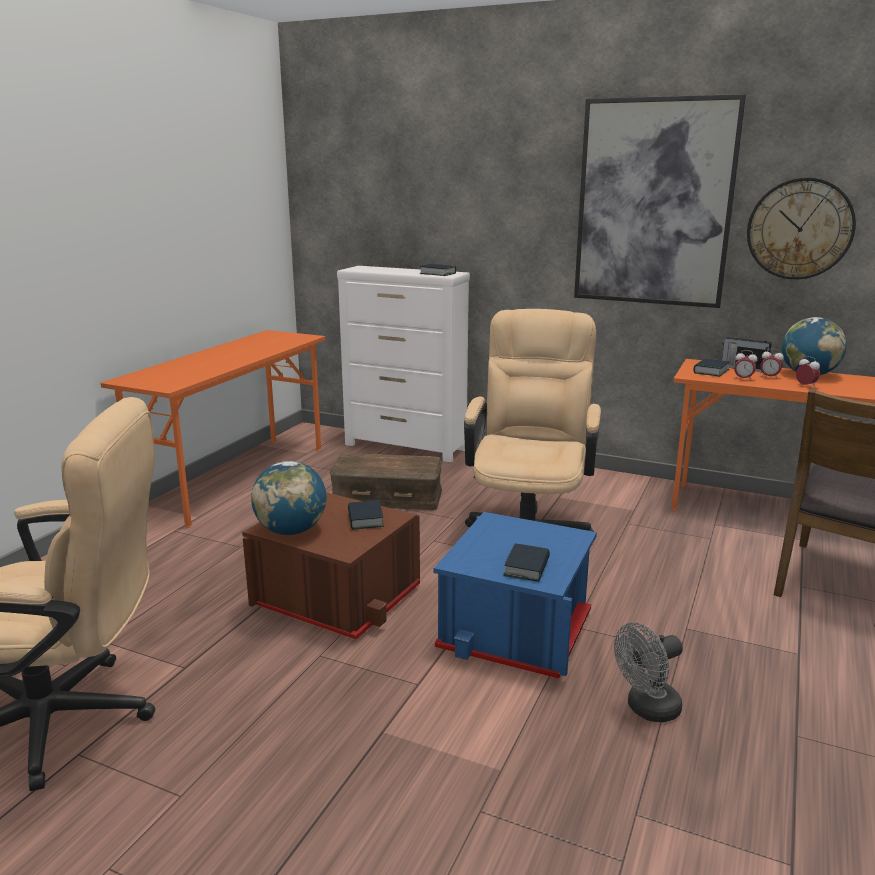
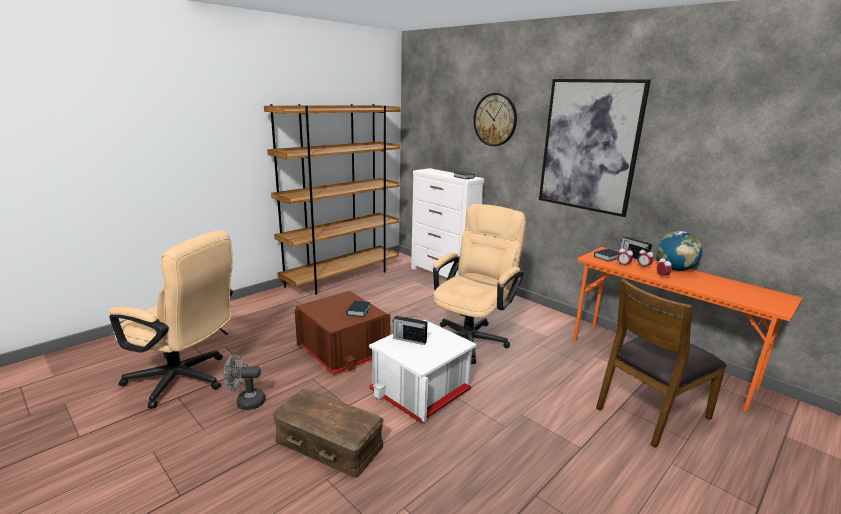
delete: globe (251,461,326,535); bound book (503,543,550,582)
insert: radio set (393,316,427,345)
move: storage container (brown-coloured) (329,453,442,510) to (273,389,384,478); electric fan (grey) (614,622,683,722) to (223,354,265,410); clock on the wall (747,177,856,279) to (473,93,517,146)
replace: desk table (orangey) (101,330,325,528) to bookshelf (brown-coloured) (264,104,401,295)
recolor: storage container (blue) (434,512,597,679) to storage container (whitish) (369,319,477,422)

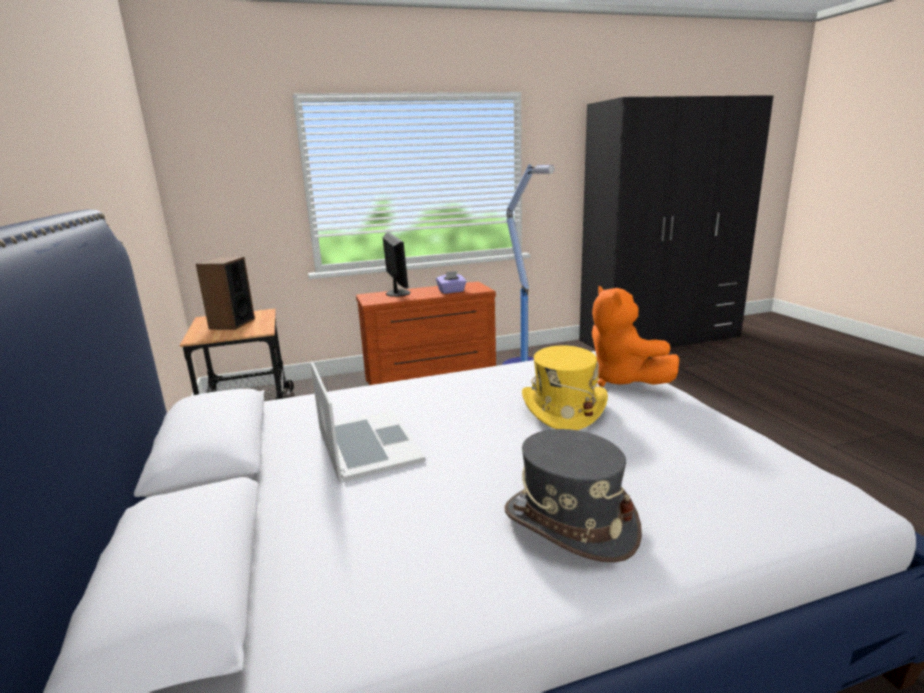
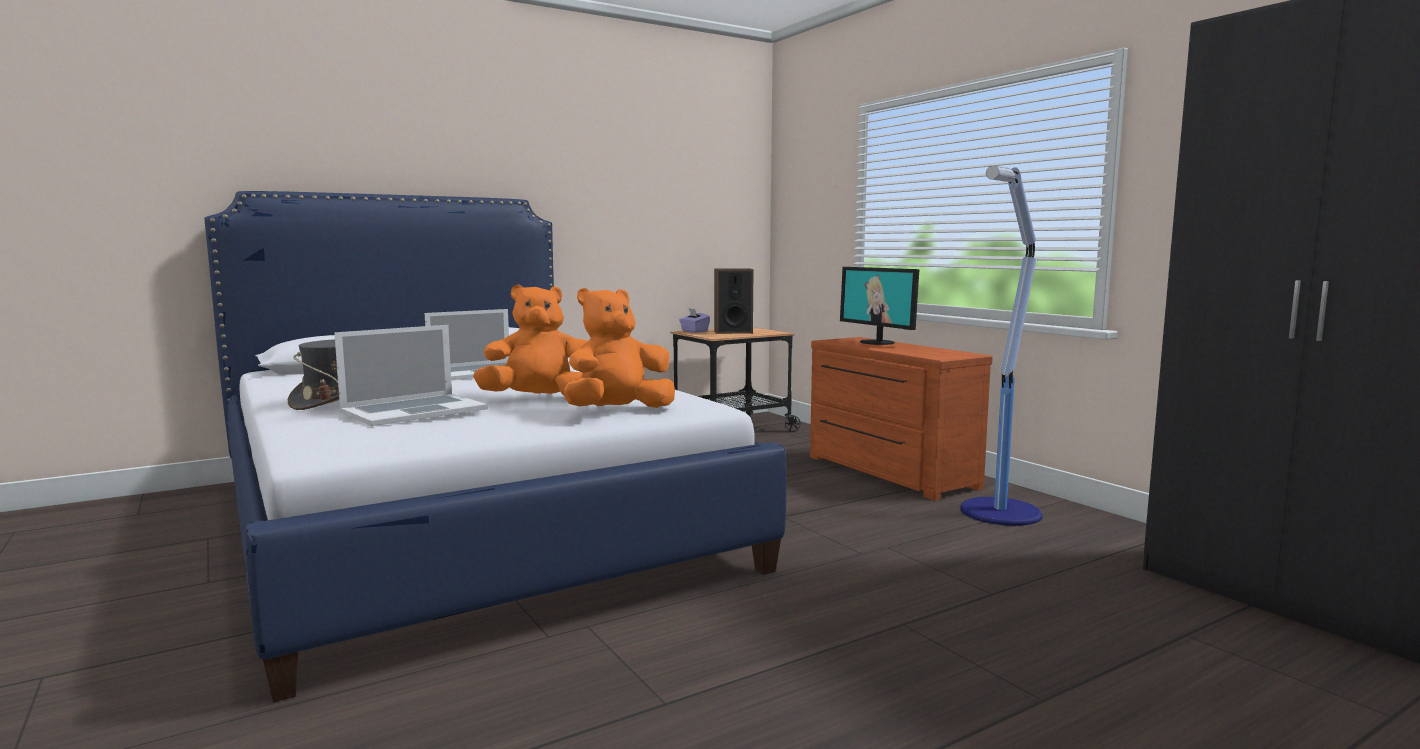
insert: laptop (334,325,488,426)
move: tissue box (purple-coloured) (436,271,466,294) to (679,308,710,333)
replace: hat (yellowish) (522,345,608,430) to cuddly toy (orangey) (473,284,587,396)
rotate: computer display (383,232,411,297) = (840,267,919,345) 90 degrees clockwise

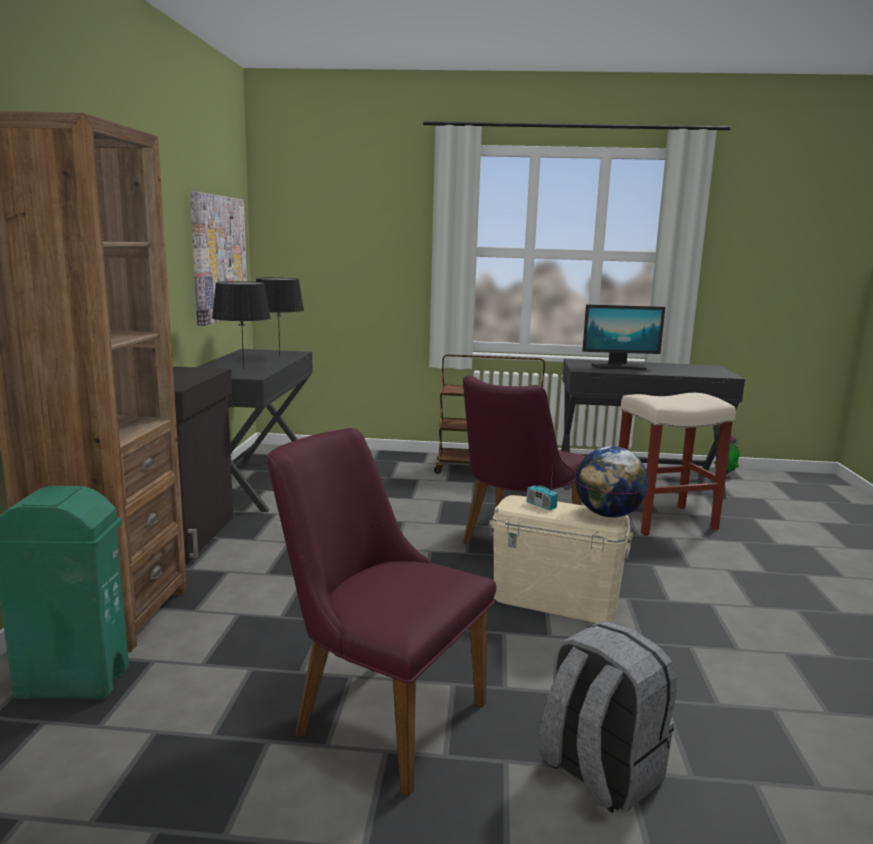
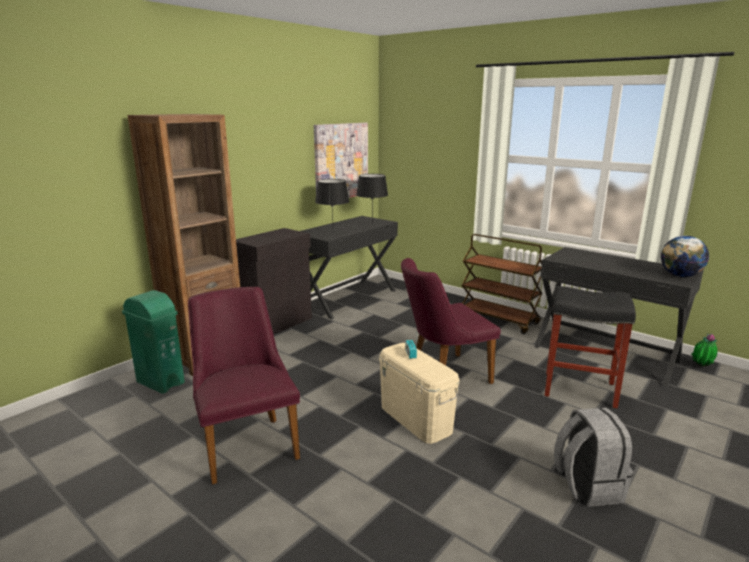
delete: computer display (582,304,665,370)
move: rucksack (grey) (539,621,677,813) to (554,408,633,507); globe (575,446,649,518) to (661,236,709,277)
recolor: stool seat (sand-coloured) (619,393,736,536) to stool seat (black) (545,286,636,408)

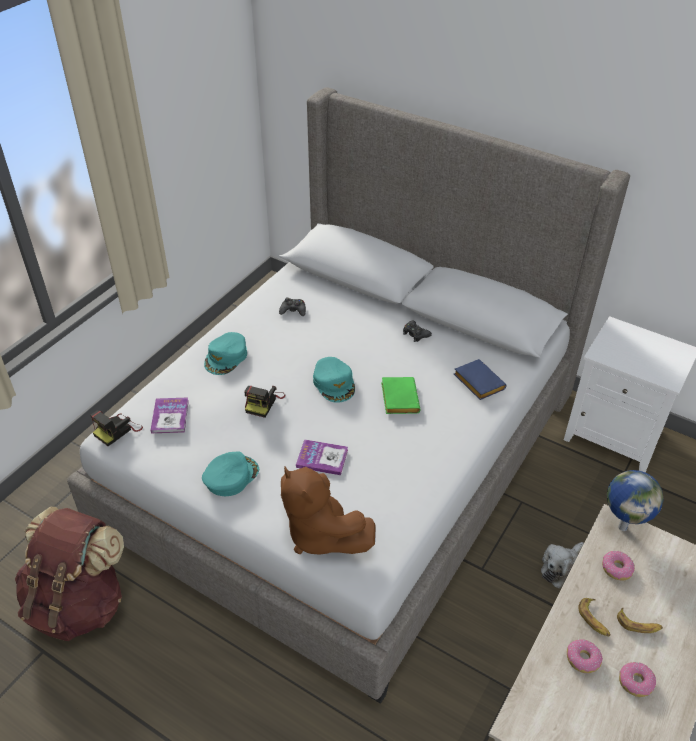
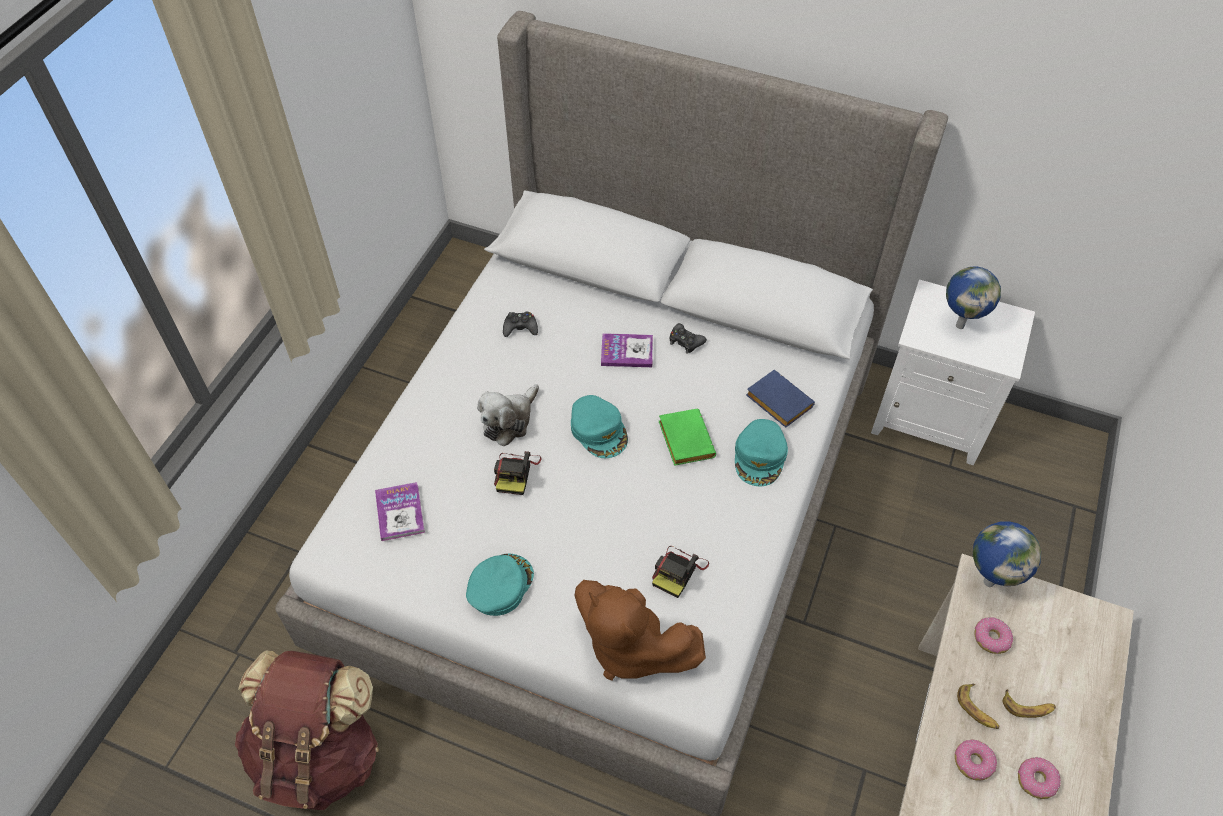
insert: globe (946,266,1001,329)
move: photo camera (90,410,143,446) to (652,546,709,598); cap (turquoise) (204,332,247,375) to (735,419,788,486); bound book (296,439,348,475) to (601,333,653,367); cuddly toy (541,542,584,588) to (477,384,539,446)

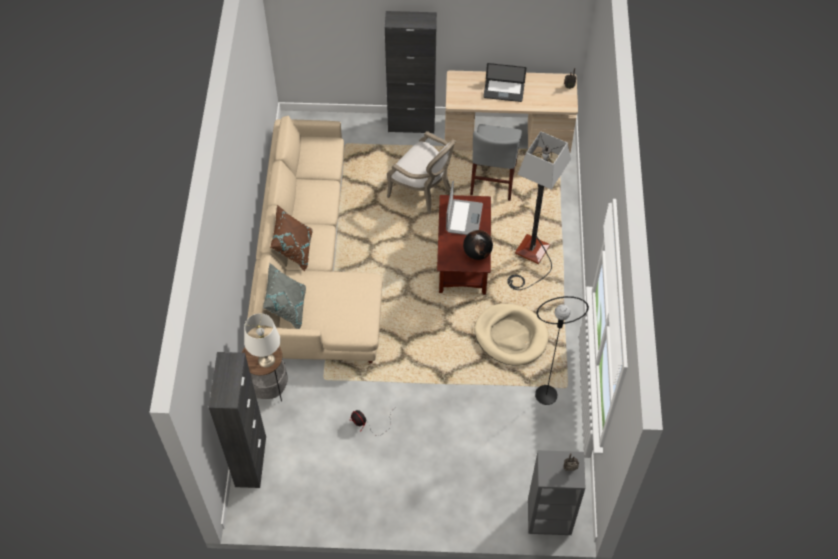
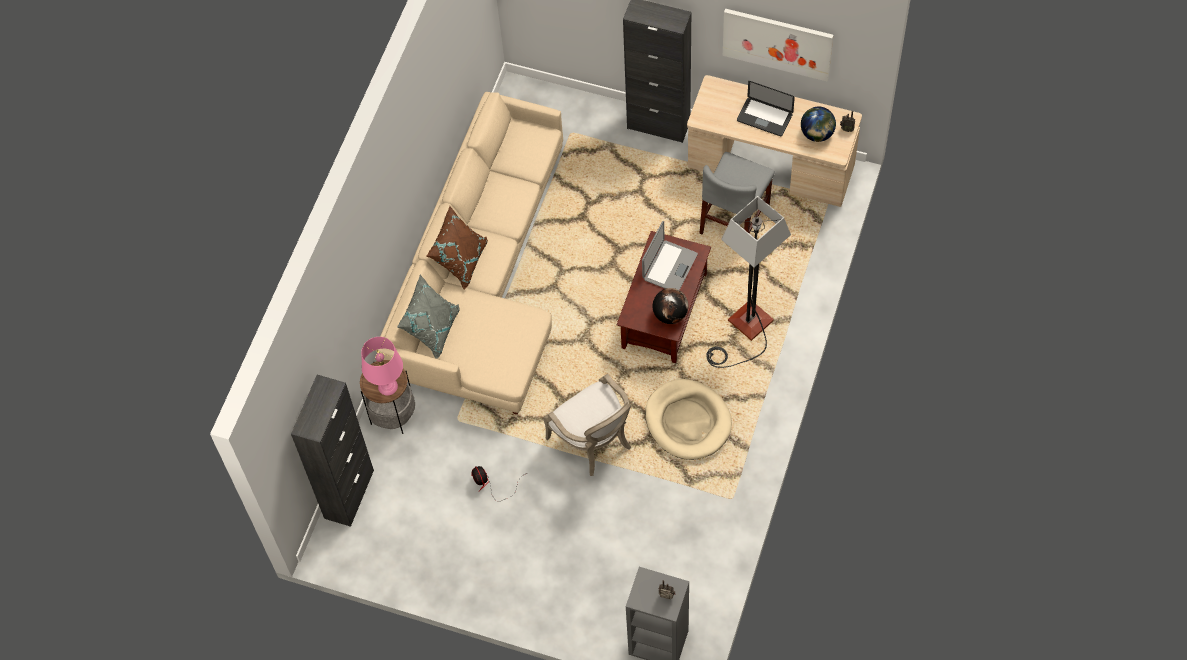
delete: floor lamp (black) (535,296,589,405)
insert: picture (723,9,833,81); globe (801,107,836,142)
move: lounge chair (387,131,456,214) to (543,374,631,476)
recolor: table lamp (whitish) (244,313,281,367) to table lamp (pinkish) (361,337,403,395)

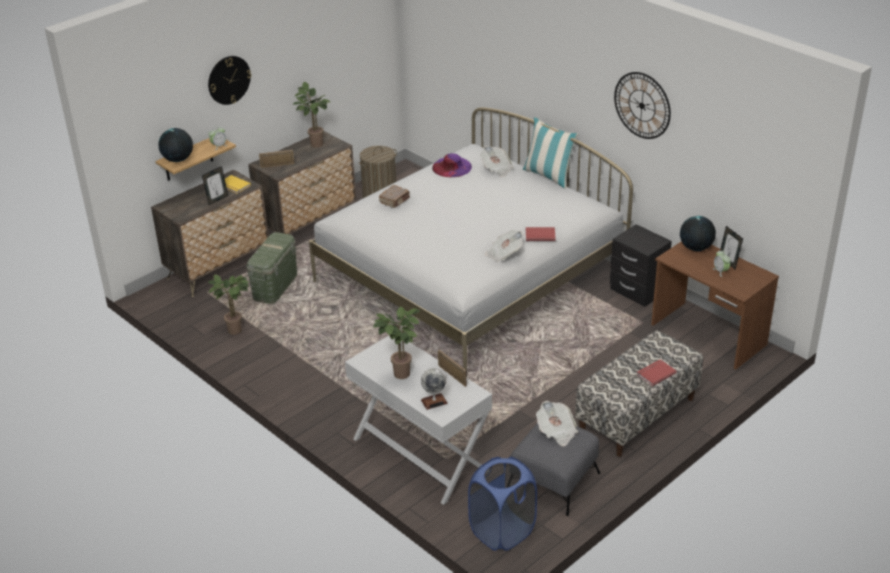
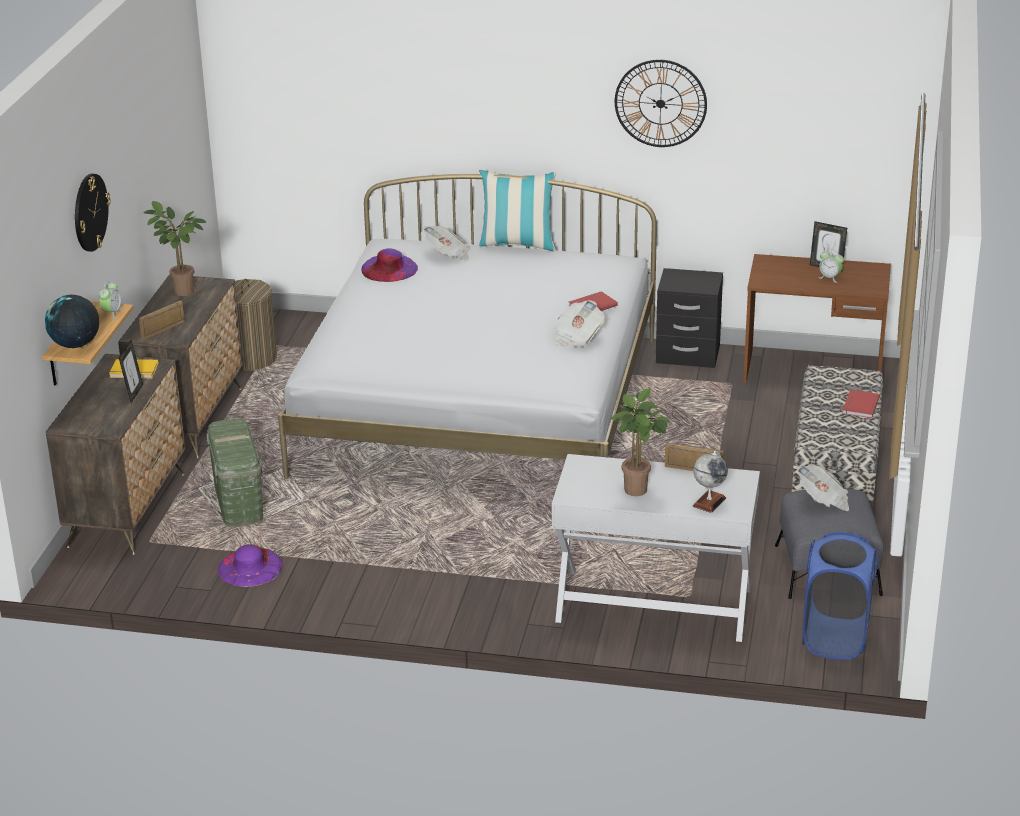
delete: bound book (brown-coloured) (379,185,410,208); globe (680,216,716,251)
replace: plant in a pot (208,275,249,335) to hat (purple-coloured) (217,544,284,587)

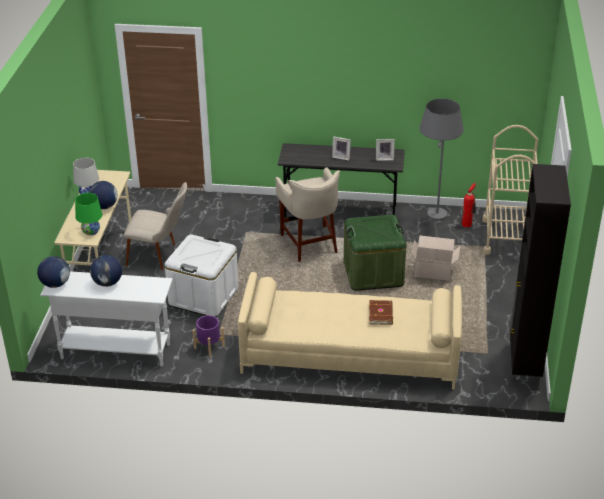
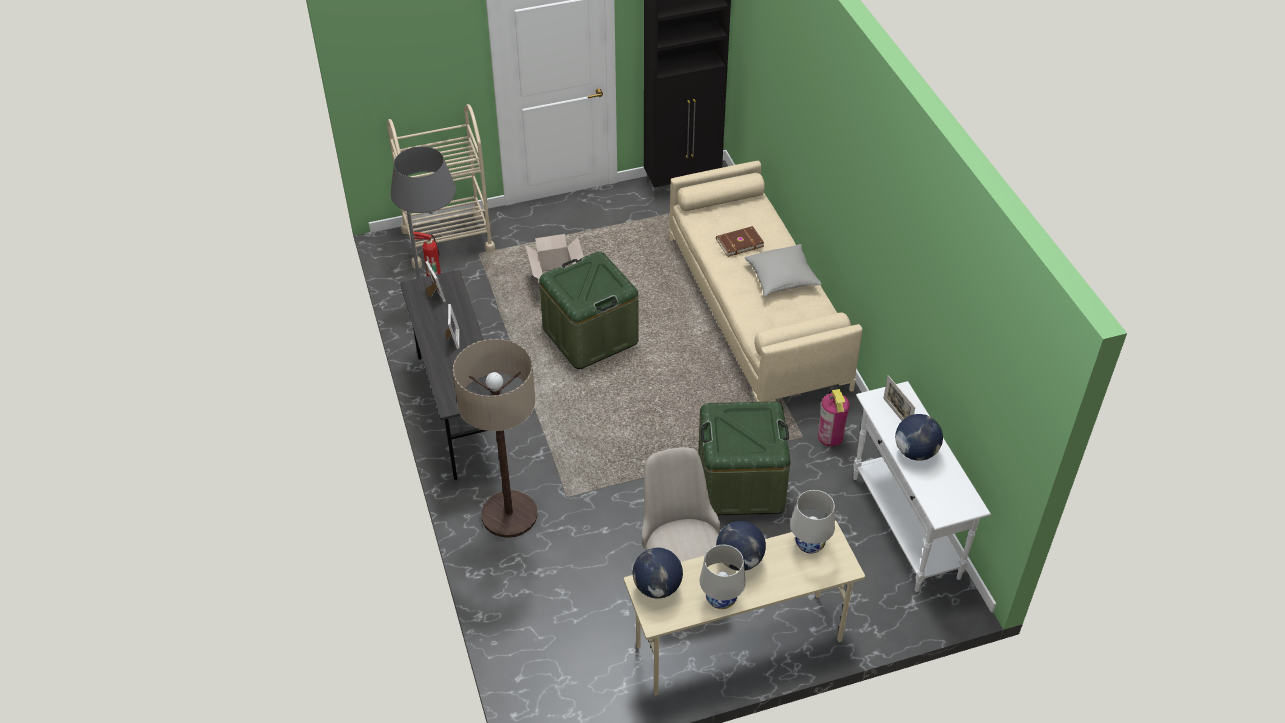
delete: stool seat (sand-coloured) (275,167,340,262)
insert: floor lamp (453,339,537,538); throw pillow (grey) (744,244,821,296); standing frame (883,375,915,421)
move: globe (37,256,70,288) to (633,548,683,599)
replace: flower pot (purple-coloured) (193,315,225,357) to fire extinguisher (818,389,850,447)
recolor: table lamp (greenish) (75,193,102,235) to table lamp (whitish) (790,490,835,554); storage container (whitish) (165,235,239,317) to storage container (greenish) (698,401,791,515)

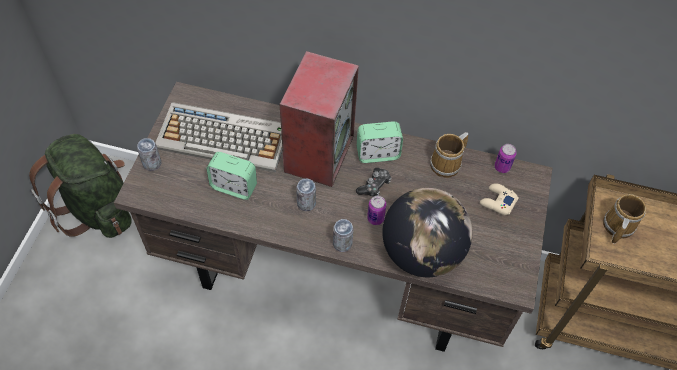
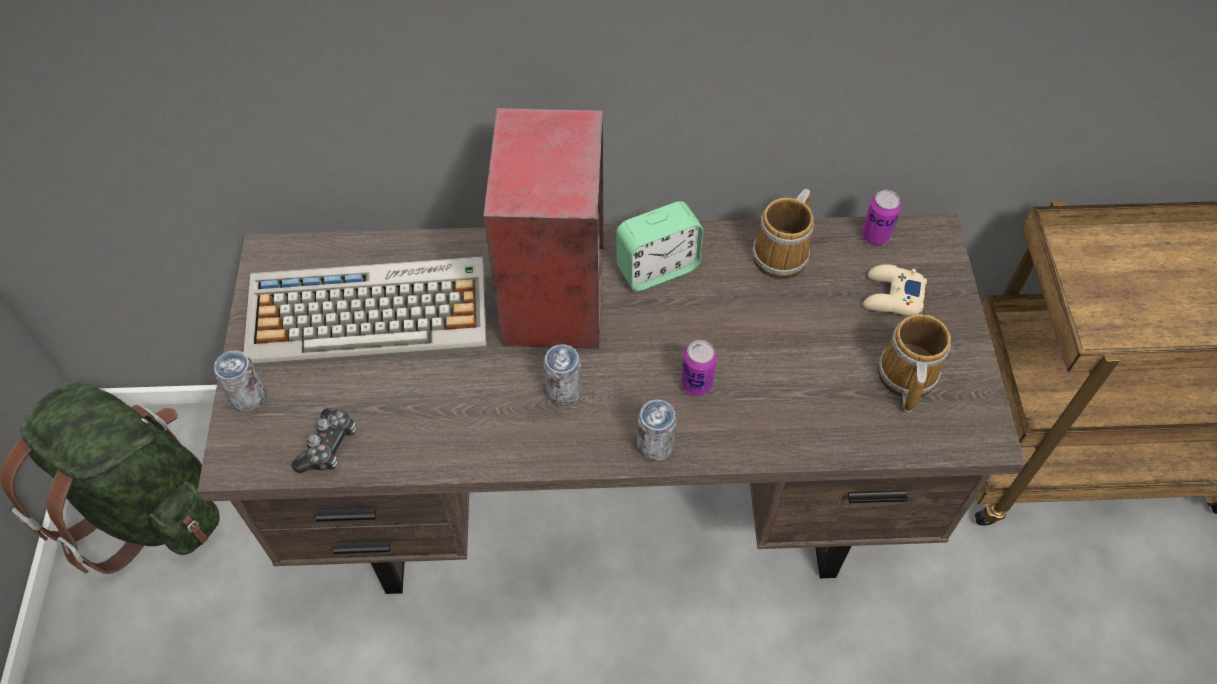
delete: bedside clock (206,152,257,200); globe (382,188,472,277)
move: game controller (356,168,392,196) to (291,408,356,473); coffee mug (603,194,646,244) to (878,314,951,412)

